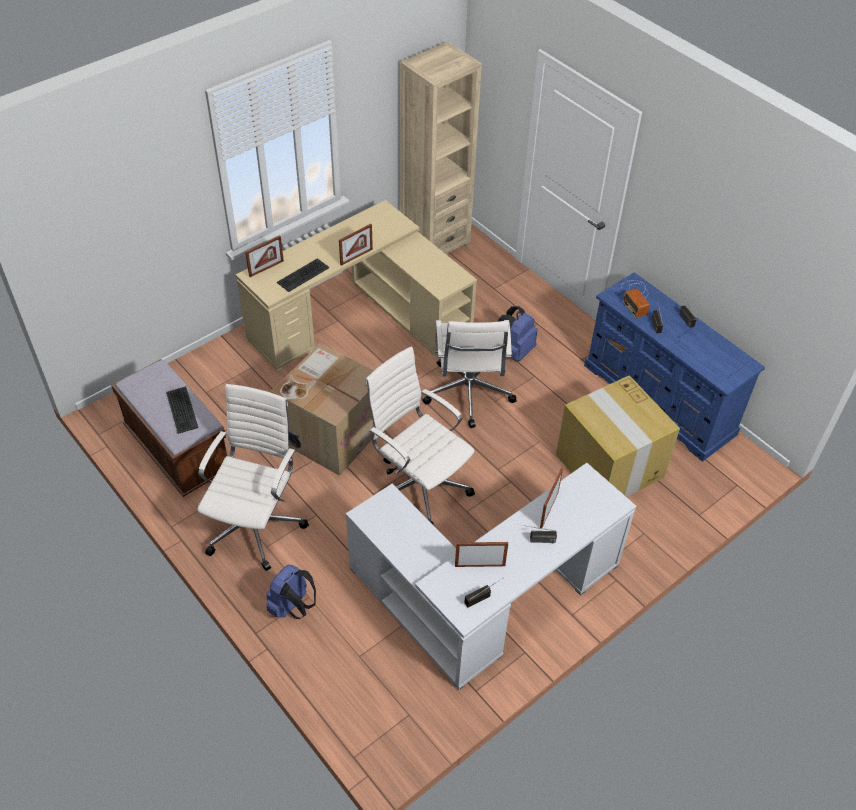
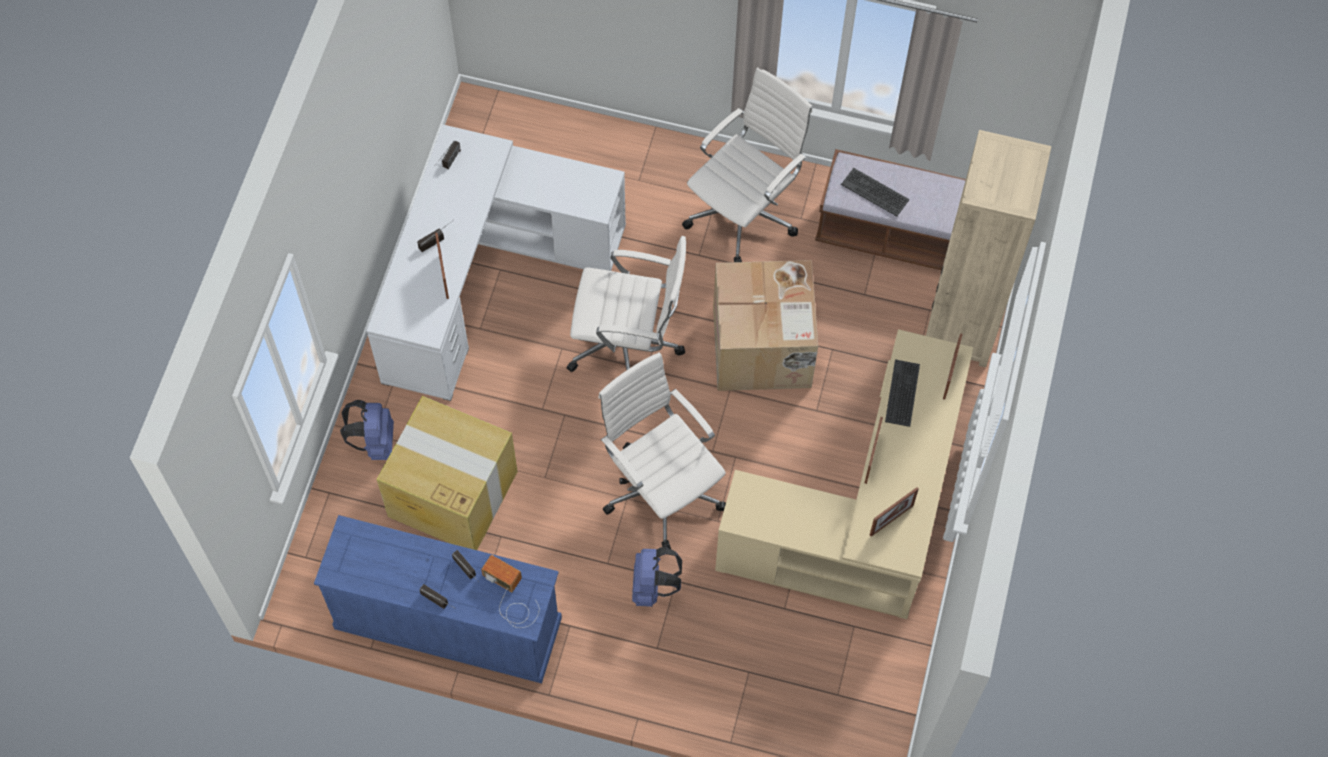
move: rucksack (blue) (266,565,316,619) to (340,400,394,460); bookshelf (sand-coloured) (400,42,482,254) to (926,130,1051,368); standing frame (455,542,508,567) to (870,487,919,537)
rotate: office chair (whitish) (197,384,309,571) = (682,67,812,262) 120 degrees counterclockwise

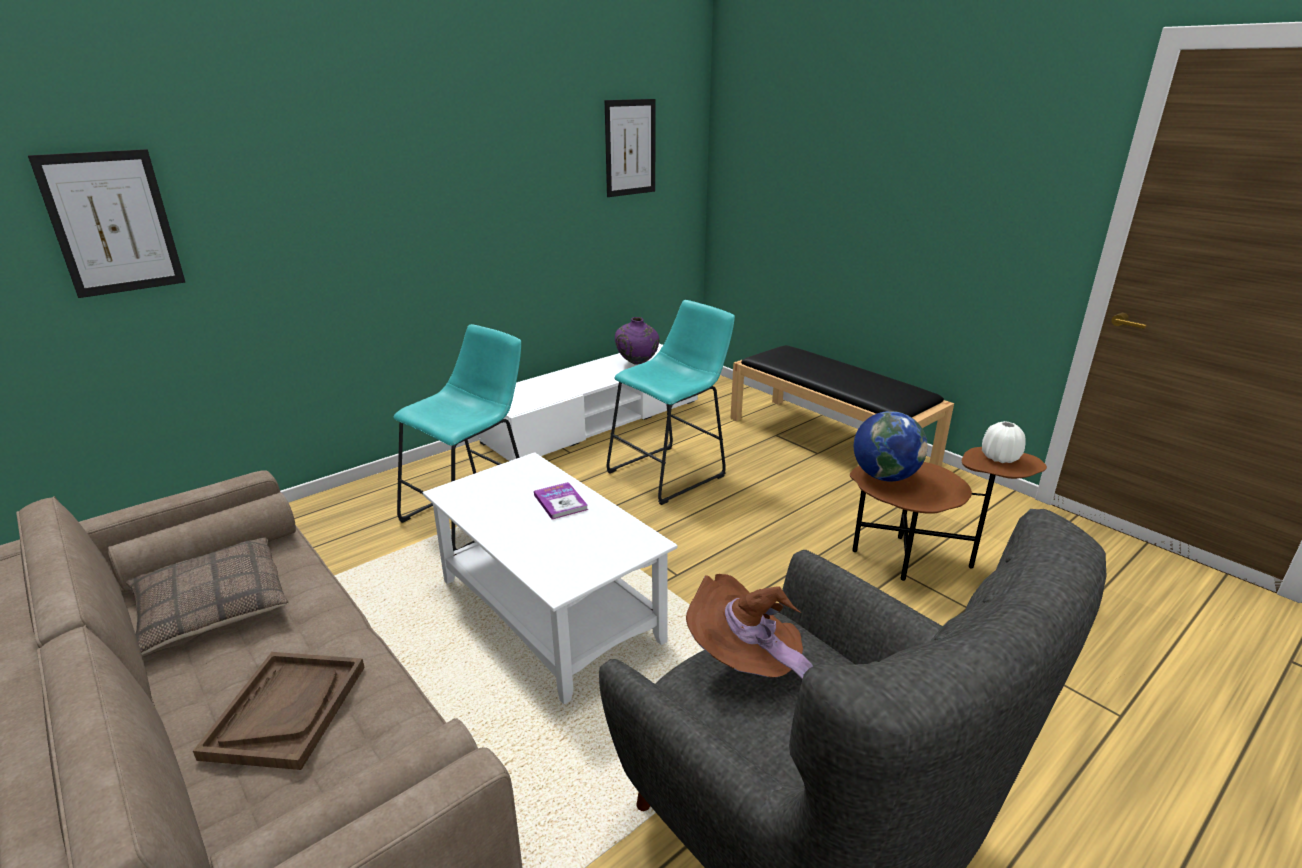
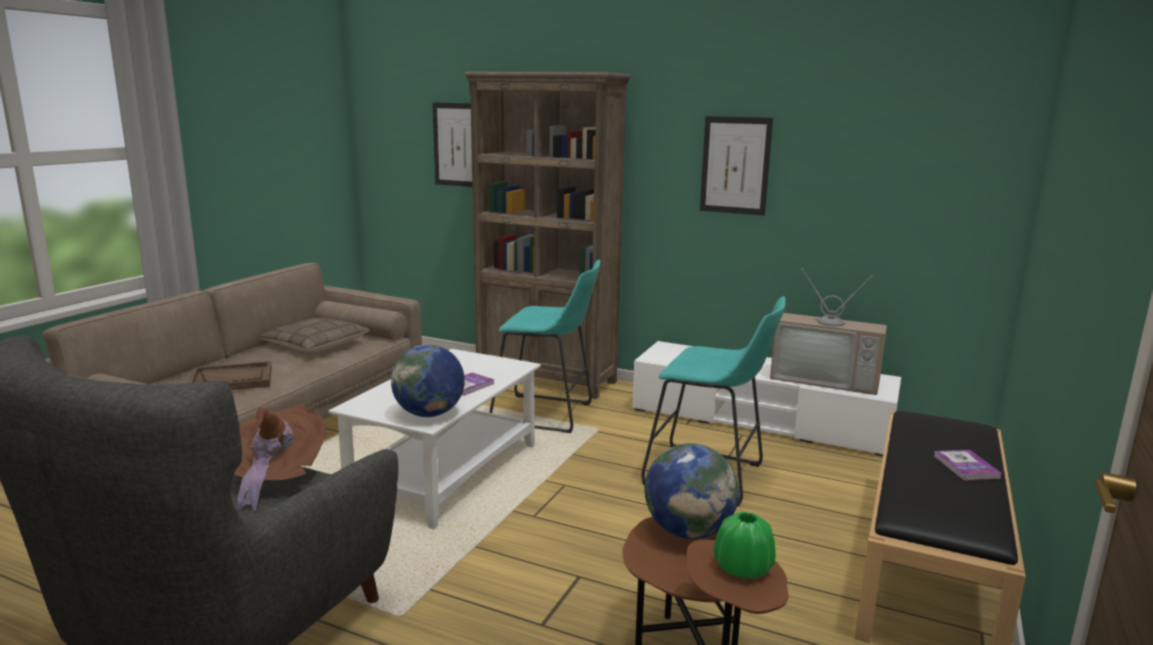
insert: globe (391,345,465,417); bookshelf (brown-coloured) (464,72,631,399); bound book (934,450,1002,480)
move: picture (605,99,656,197) to (700,116,773,215)
replace: flower vase (purple-coloured) (615,317,659,365) to television (770,268,887,395)
recolor: flower vase (whitish) (982,421,1026,463) to flower vase (greenish) (714,512,776,579)

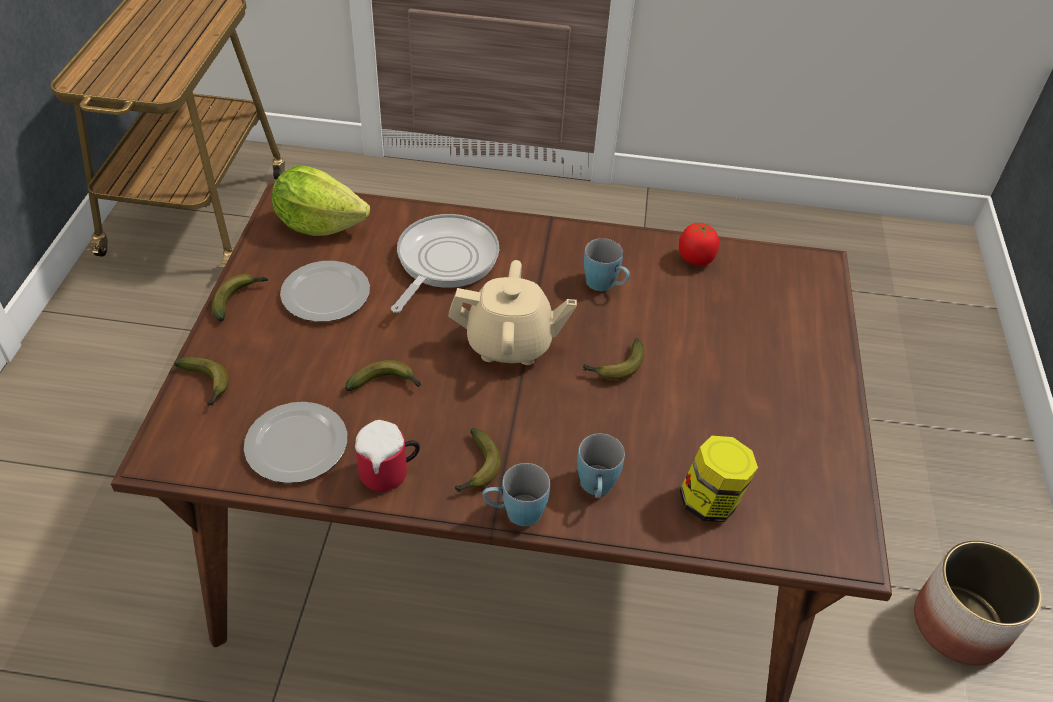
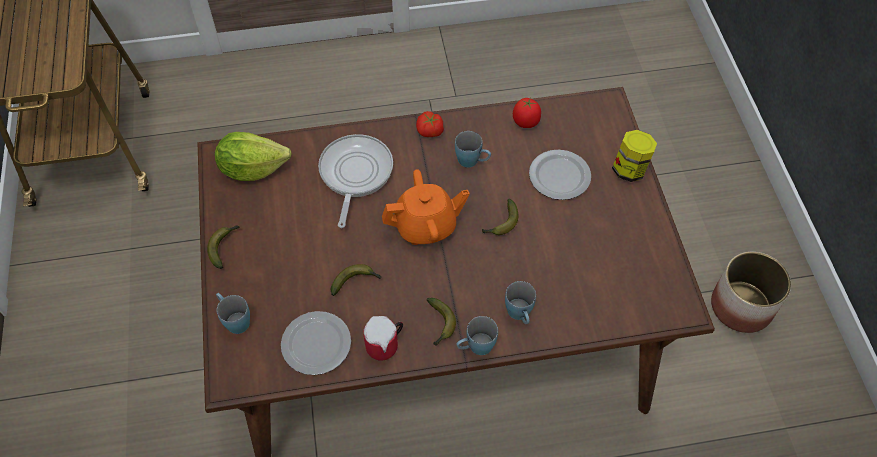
insert: fresh tomato (416,111,444,137)
move: dinner plate (280,261,370,322) to (529,150,591,200); jar (680,436,758,522) to (612,130,657,182)
replace: whole banana (174,357,229,406) to coffee mug (blue) (216,293,250,334)
recolor: tea pot (sand-coloured) (448,260,577,365) to tea pot (orangey) (382,169,470,245)

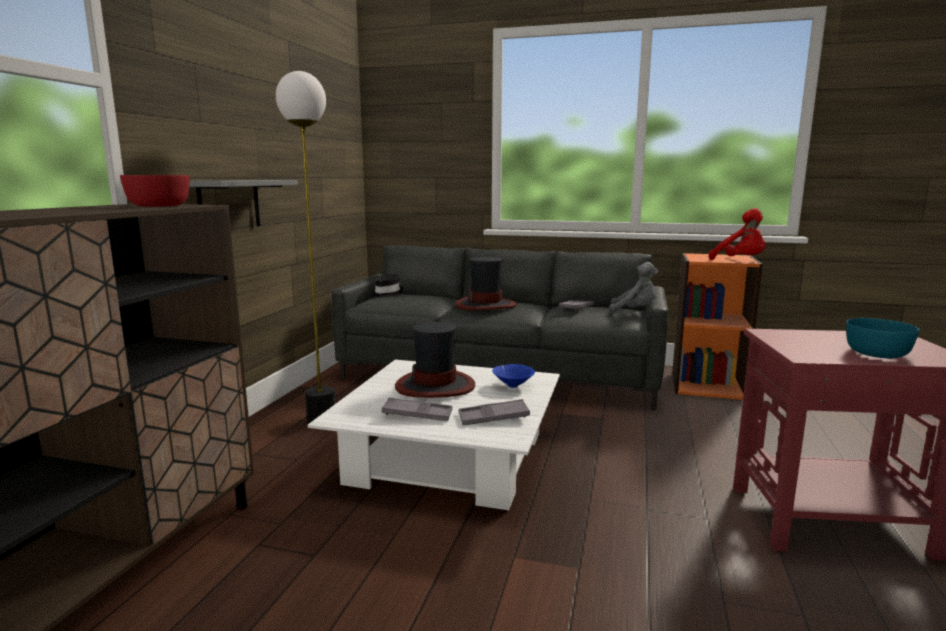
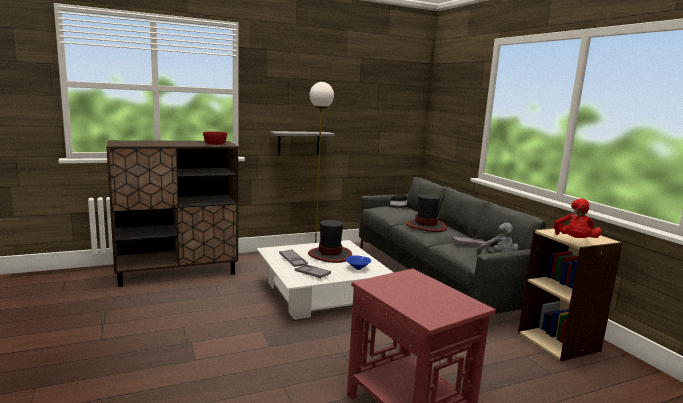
delete: serving bowl (turquoise) (846,318,920,358)
recolor: bookshelf (orangey) (672,253,763,400) to bookshelf (sand-coloured) (518,228,623,361)

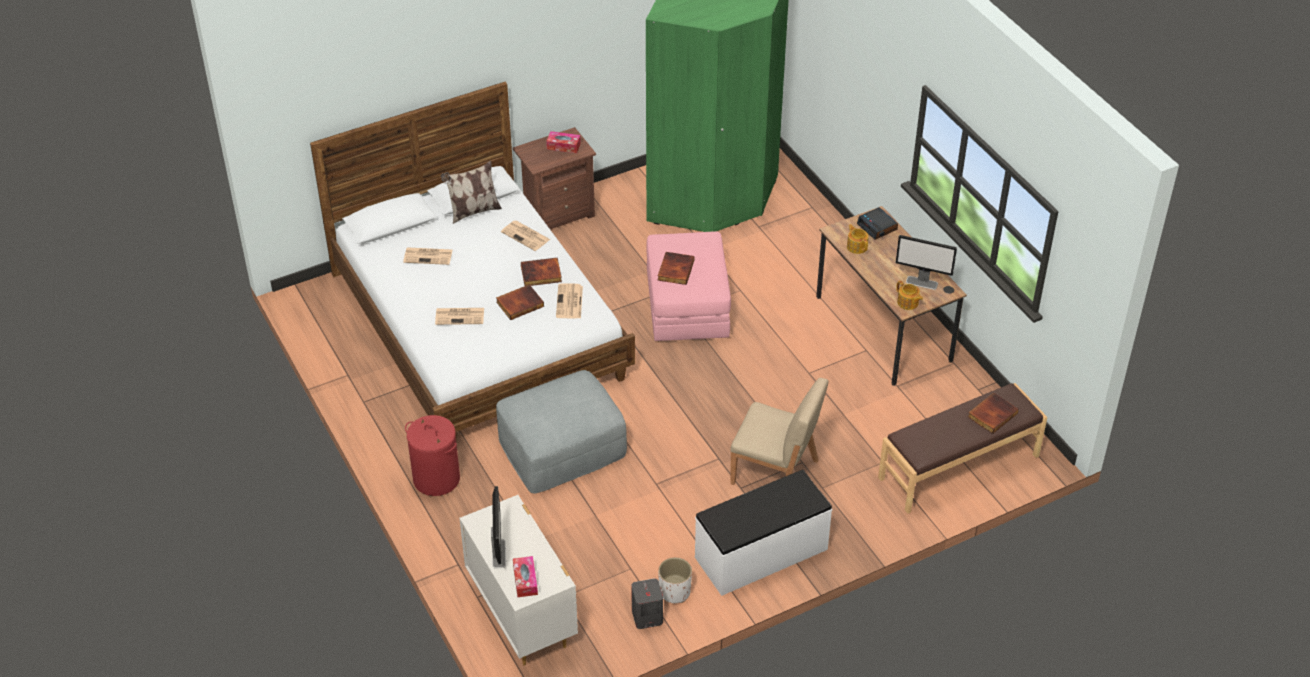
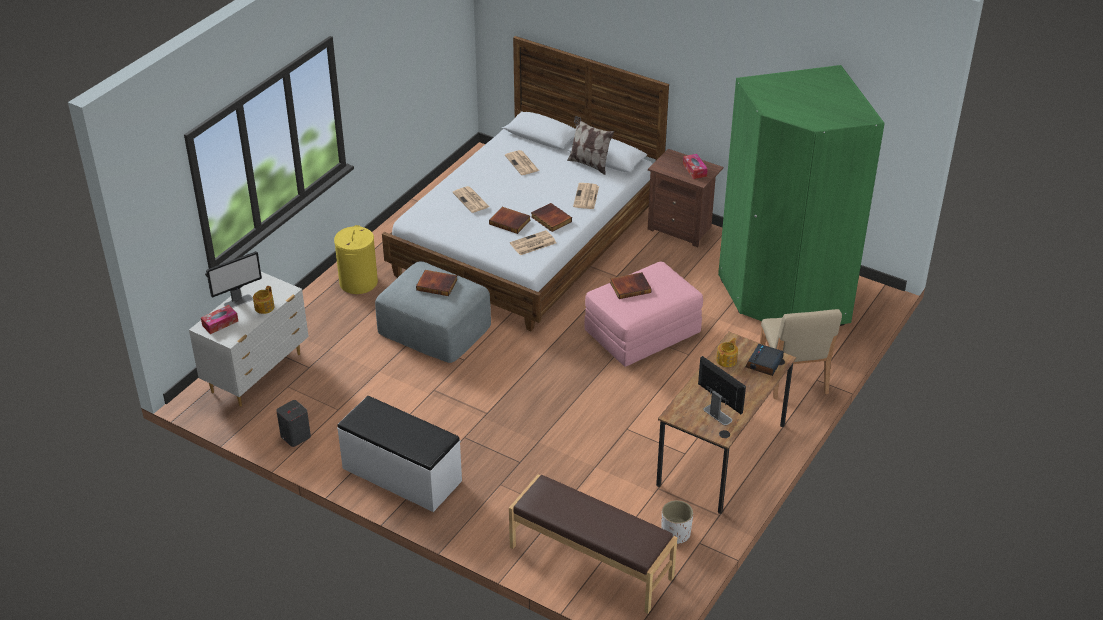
move: flower pot (whitish) (658,557,692,603) to (662,500,693,544); plain chair (sand-coloured) (730,378,828,485) to (760,309,842,399); tea pot (896,281,923,310) to (253,286,275,314); bound book (968,392,1019,434) to (416,270,458,296)
recolor: washing basket (red) (405,415,460,496) to washing basket (yellowish) (334,225,378,294)
rotate: computer display (896,235,957,290) = (698,356,746,425) 150 degrees clockwise

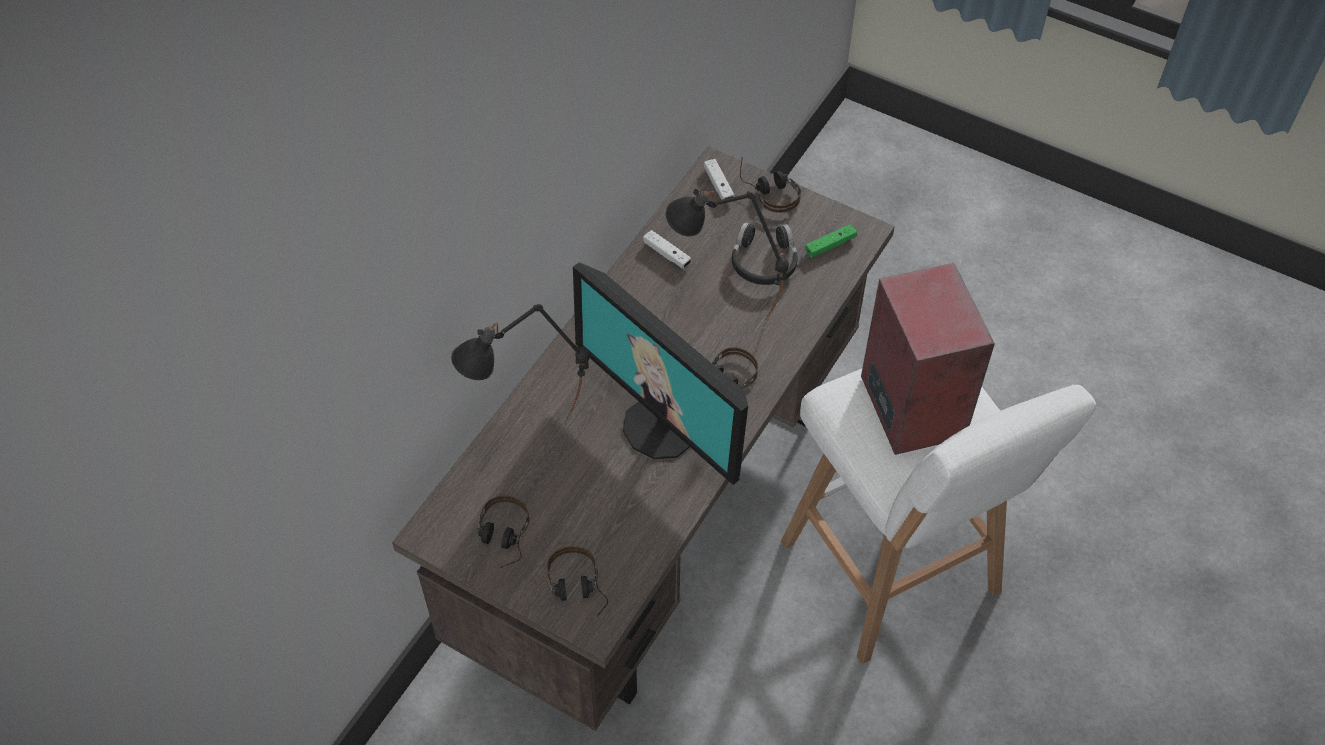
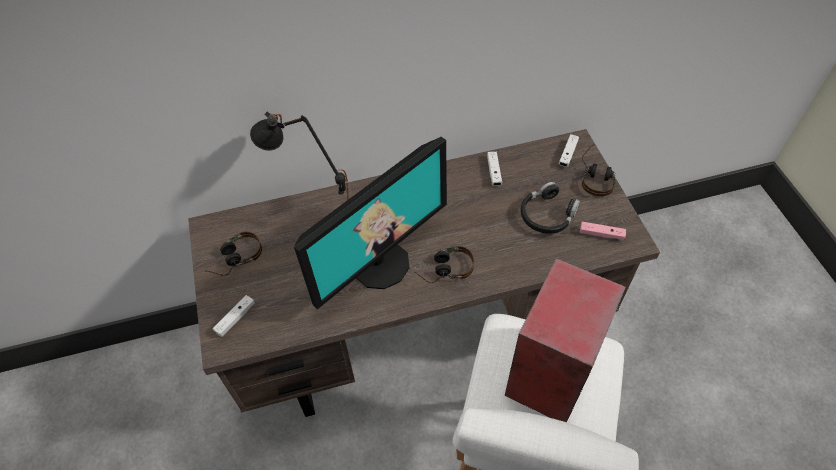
delete: table lamp (black) (665,189,789,318)
replace: headset (547,546,608,617) to game controller (whitish) (213,295,255,337)
recolor: game controller (greenish) (805,224,857,258) to game controller (pinkish) (580,222,626,240)
rotate: computer display (573,262,748,485) = (294,137,447,309) 135 degrees counterclockwise

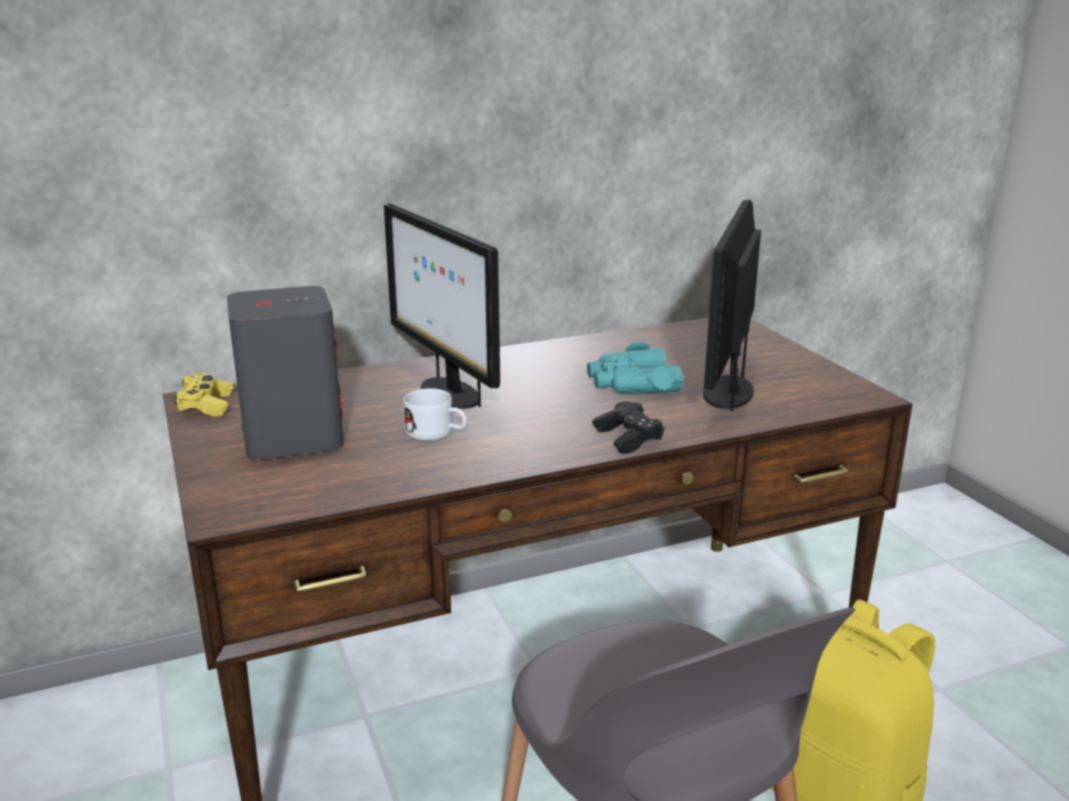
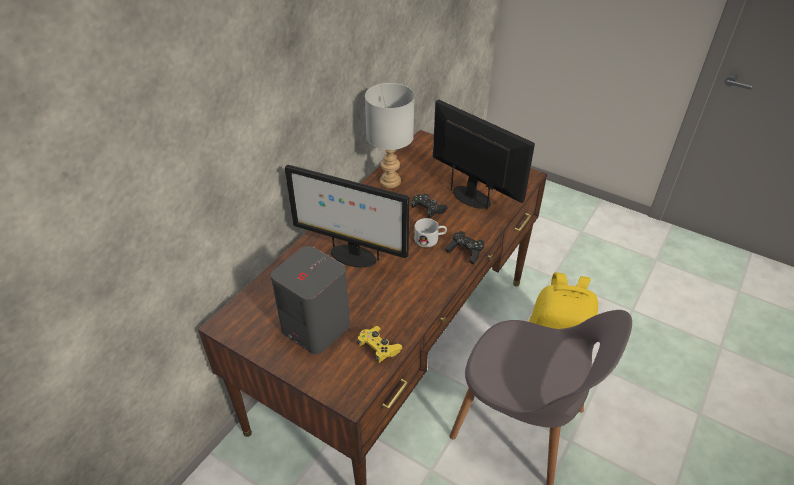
insert: table lamp (grey) (365,83,414,188)
move: game controller (yellowish) (174,373,234,416) to (357,326,403,363); coffee mug (whitish) (404,388,467,441) to (414,218,447,247)
replace: field glasses (turquoise) (587,342,684,393) to game controller (black) (411,194,448,218)
rotate: computer display (703,199,761,411) = (433,100,535,210) 150 degrees clockwise

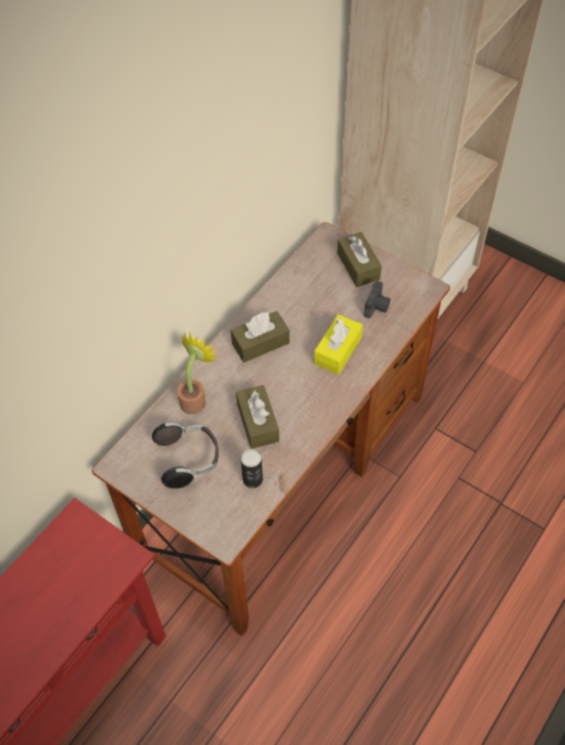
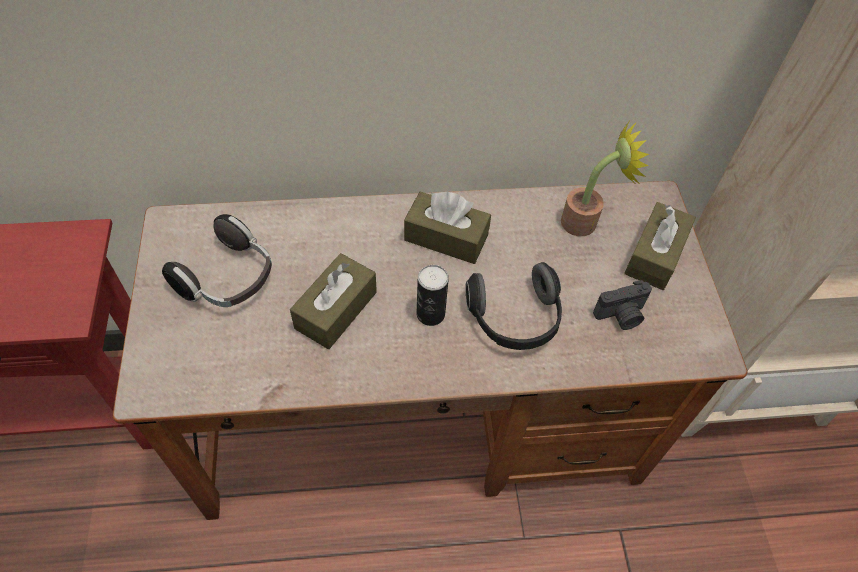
move: plant in a pot (177,333,218,414) to (561,119,649,236); can (241,449,263,488) to (417,265,449,326)
replace: tissue box (yellowish) (314,314,363,375) to headset (465,262,562,350)

